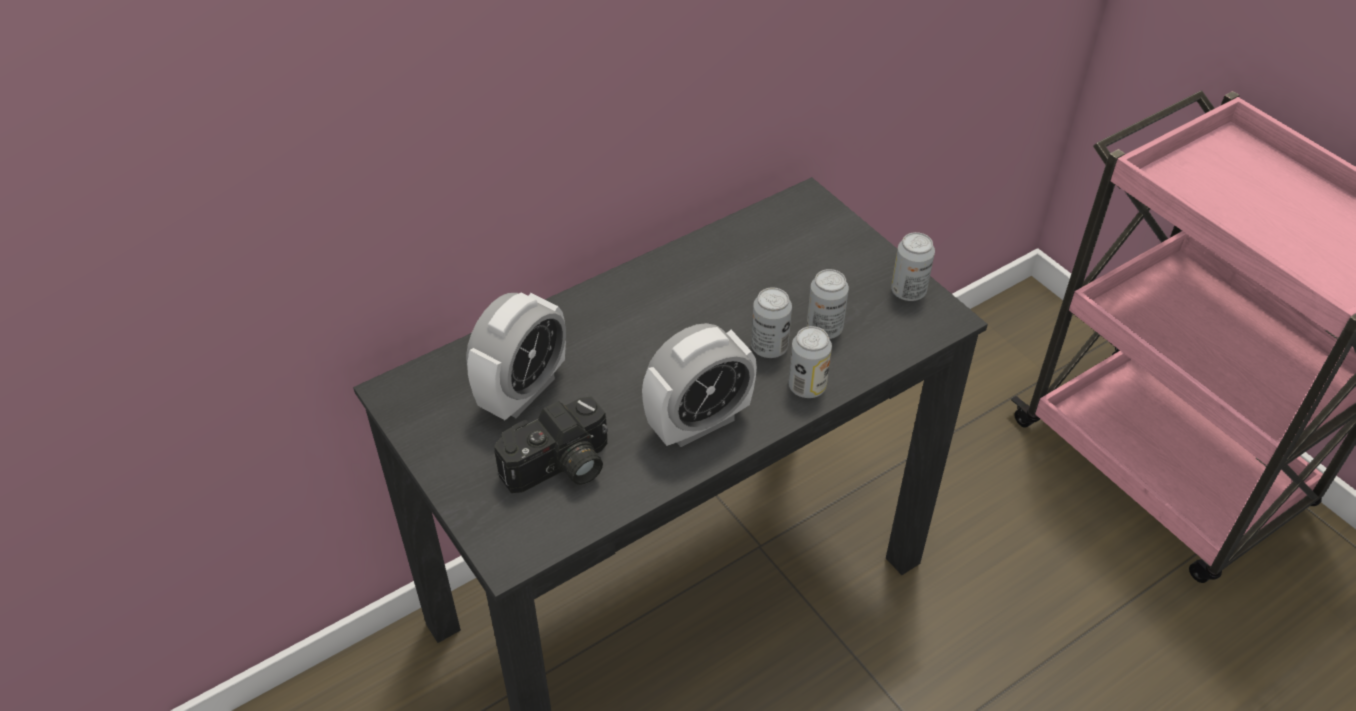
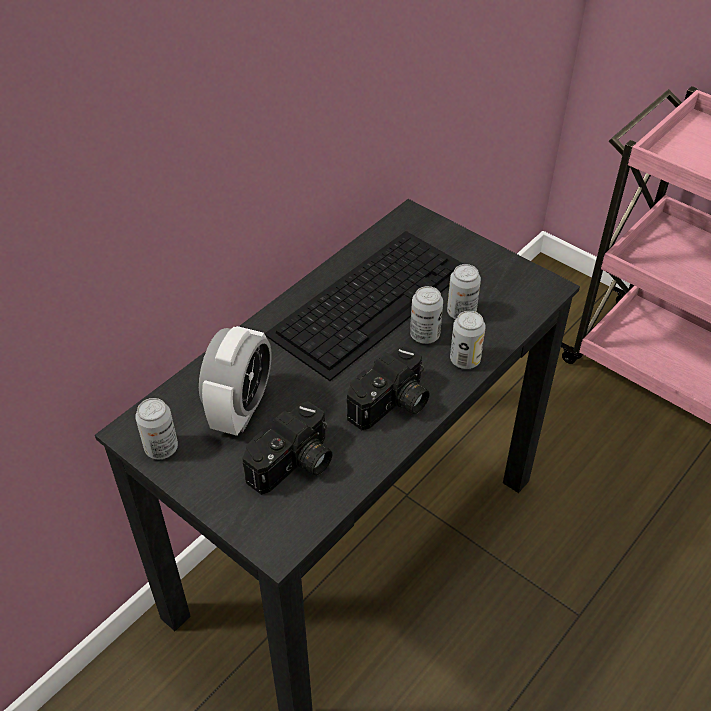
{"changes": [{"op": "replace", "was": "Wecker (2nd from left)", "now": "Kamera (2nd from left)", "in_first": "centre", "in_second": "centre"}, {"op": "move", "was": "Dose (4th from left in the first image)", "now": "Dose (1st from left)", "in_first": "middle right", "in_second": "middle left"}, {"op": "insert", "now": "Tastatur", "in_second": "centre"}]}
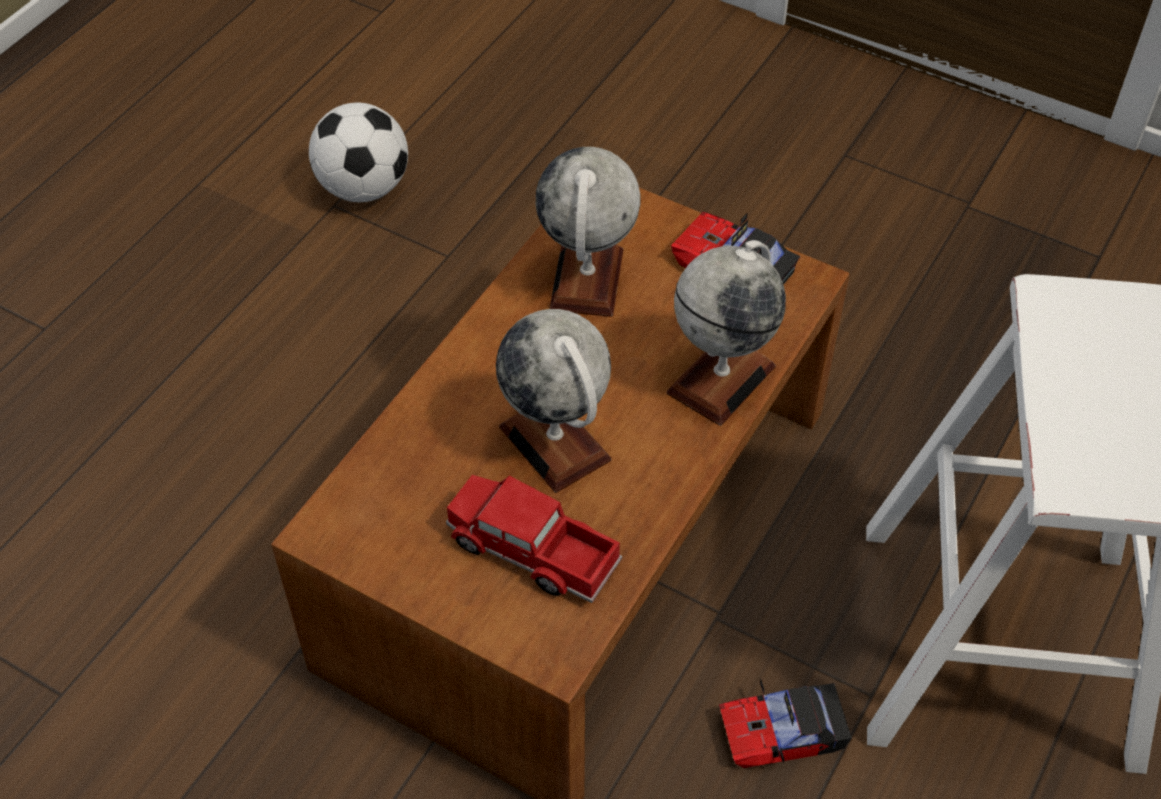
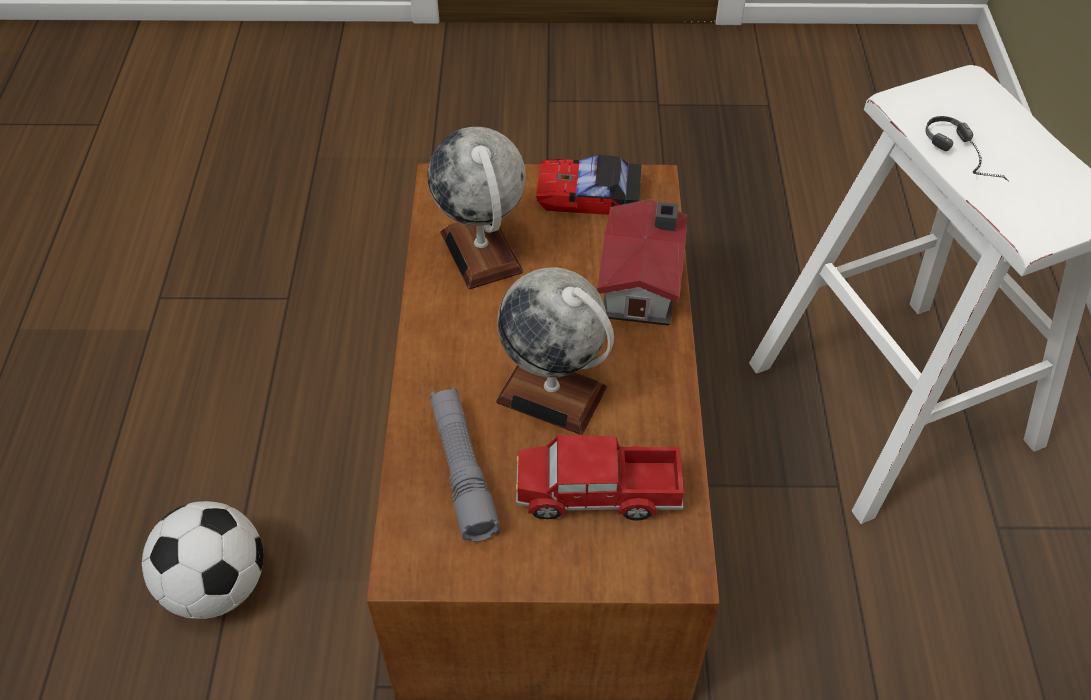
{"changes": [{"op": "move", "was": "Fußball", "in_first": "top left", "in_second": "bottom left"}, {"op": "replace", "was": "Globus (3rd from left)", "now": "Spielzeughaus", "in_first": "centre", "in_second": "centre"}, {"op": "delete", "was": "Spielzeugauto (2nd from left)", "in_first": "bottom right"}, {"op": "insert", "now": "Taschenlampe [grau]", "in_second": "centre"}, {"op": "insert", "now": "Kopfhörer", "in_second": "top right"}]}
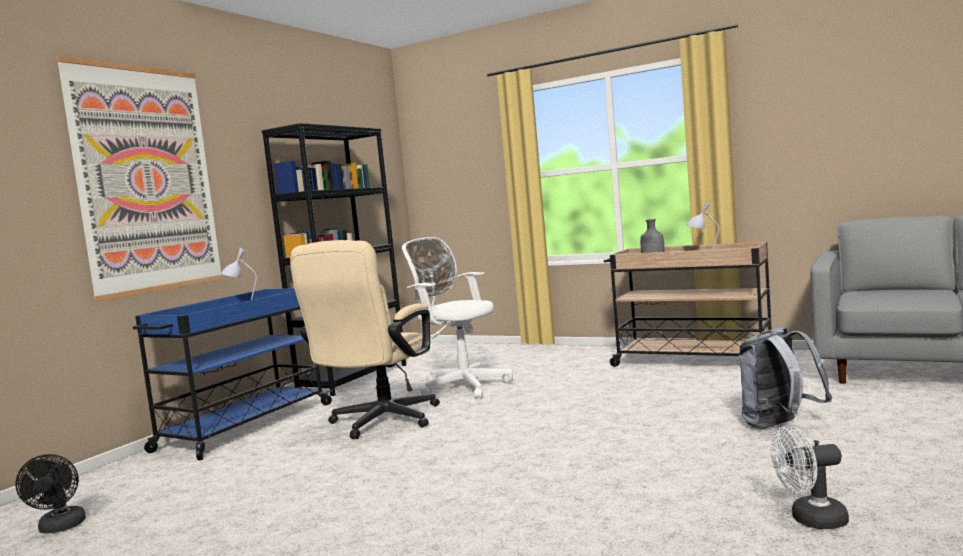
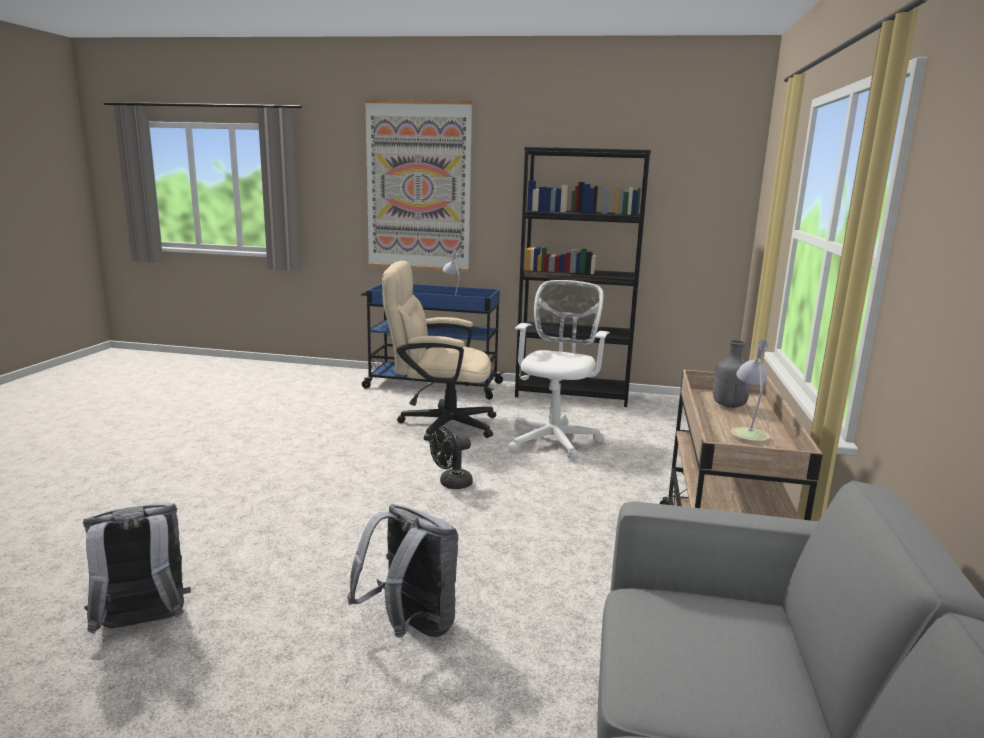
{"changes": [{"op": "move", "was": "Ventilator [schwarz]", "in_first": "bottom left", "in_second": "centre"}, {"op": "replace", "was": "Ventilator [weiß]", "now": "Rucksack [grau] (1st from left)", "in_first": "bottom right", "in_second": "bottom left"}]}
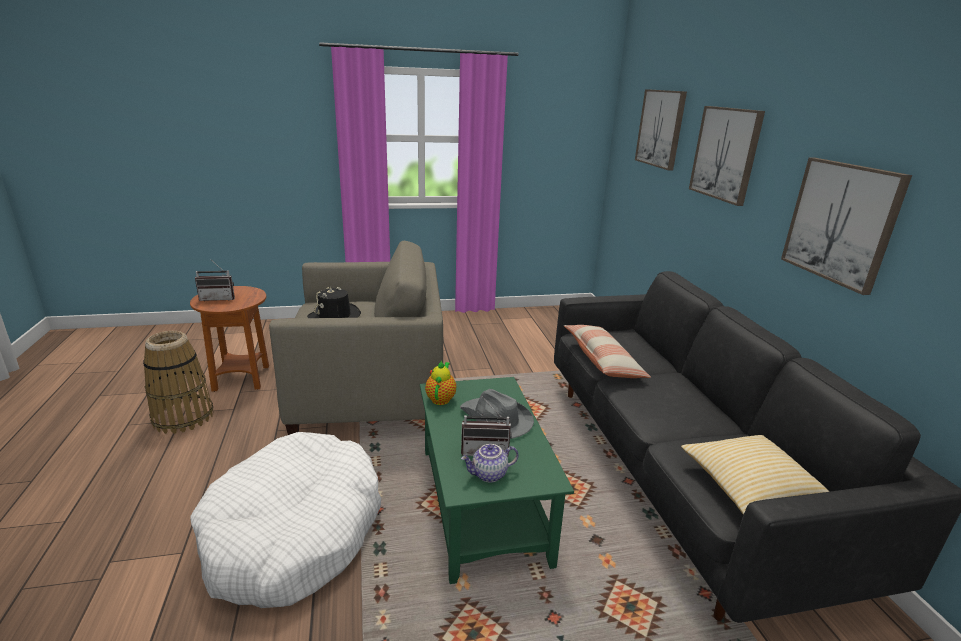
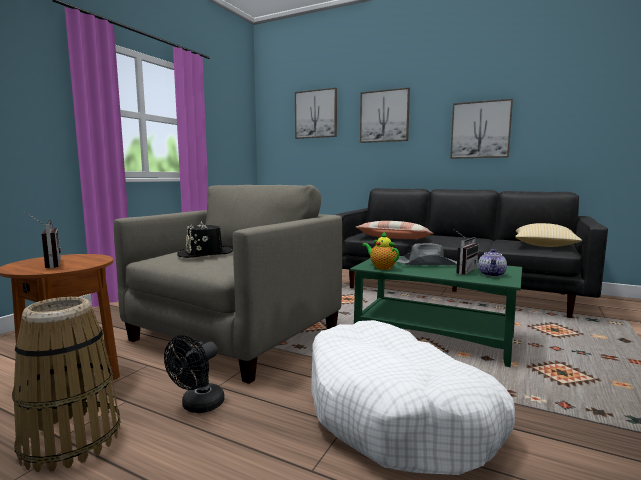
{"changes": [{"op": "rotate", "was": "Radio (1st from left)", "in_first": "middle left", "in_second": "middle left", "clockwise": -60}, {"op": "insert", "now": "Ventilator [schwarz]", "in_second": "bottom left"}]}
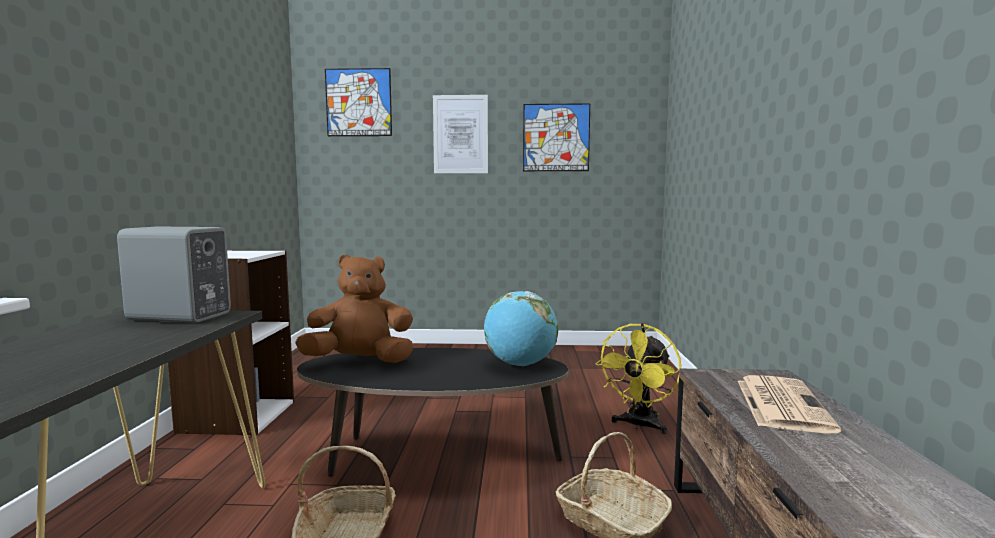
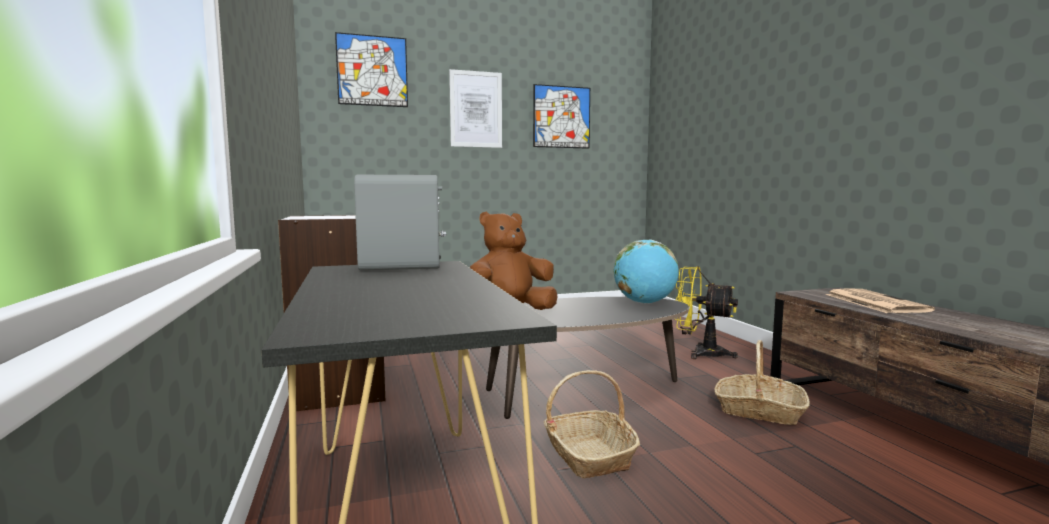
{"changes": [{"op": "rotate", "was": "Ventilator [gelb]", "in_first": "bottom centre", "in_second": "middle right", "clockwise": 105}]}
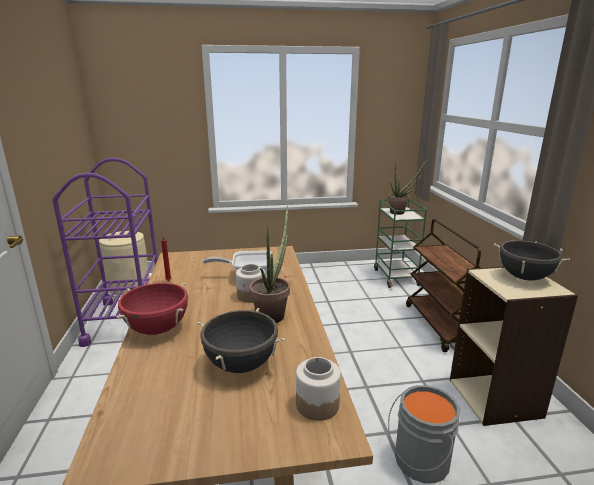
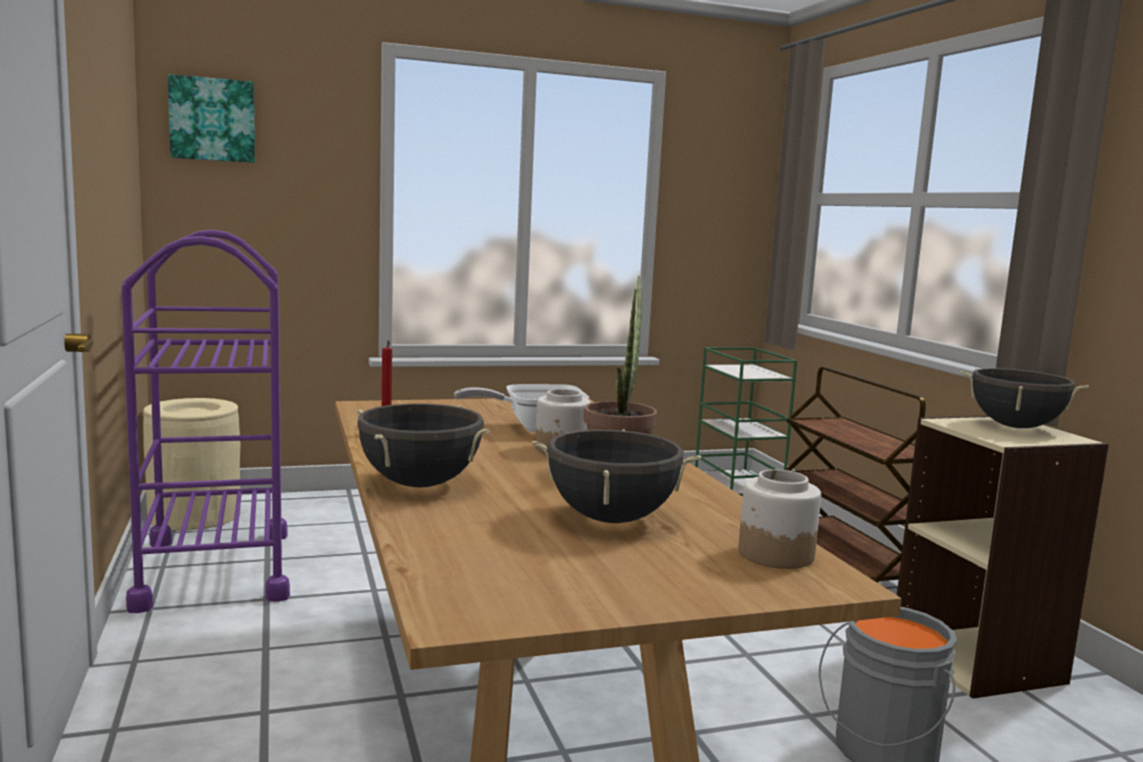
{"changes": [{"op": "recolor", "was": "Kochtopf [rot]", "now": "Kochtopf [schwarz] (1st from left)", "in_first": "middle left", "in_second": "centre"}, {"op": "delete", "was": "Topfpflanze (2nd from left)", "in_first": "middle right"}, {"op": "insert", "now": "Bild", "in_second": "top left"}]}
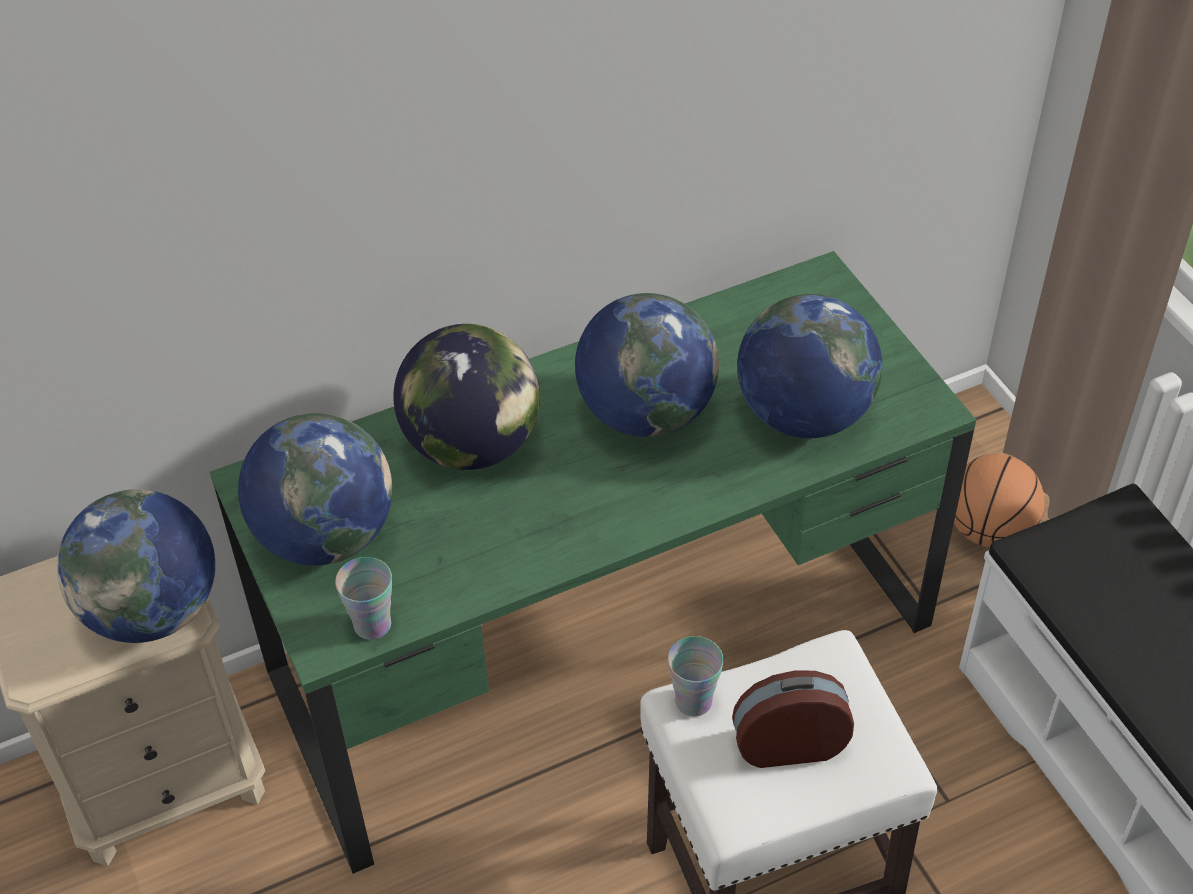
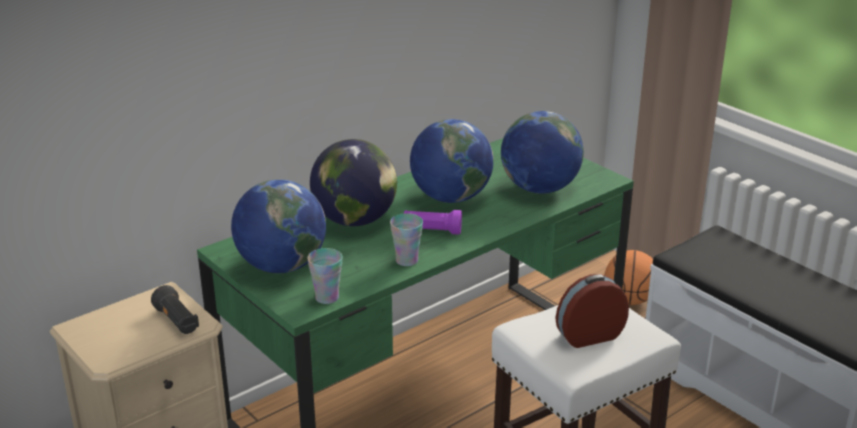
{"changes": [{"op": "replace", "was": "Globus (1st from left)", "now": "Taschenlampe [schwarz]", "in_first": "middle left", "in_second": "bottom left"}, {"op": "move", "was": "Tasse (2nd from left)", "in_first": "bottom centre", "in_second": "centre"}, {"op": "insert", "now": "Taschenlampe [lila]", "in_second": "centre"}]}
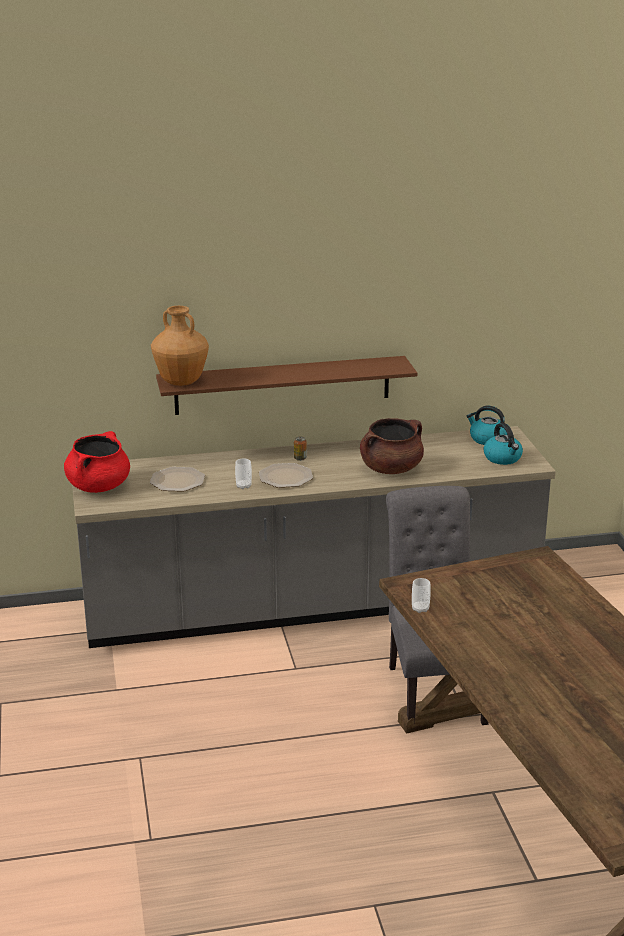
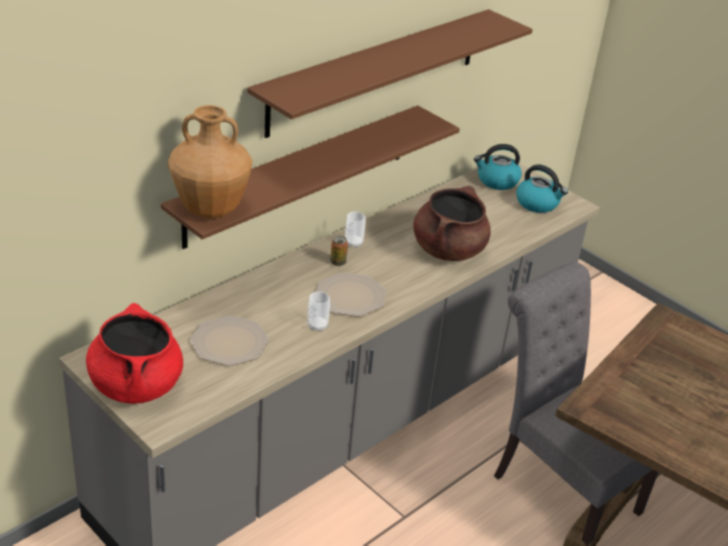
{"changes": [{"op": "move", "was": "Tasse (2nd from left)", "in_first": "middle right", "in_second": "centre"}, {"op": "insert", "now": "Wandregal [braun] (2nd from left)", "in_second": "top centre"}]}
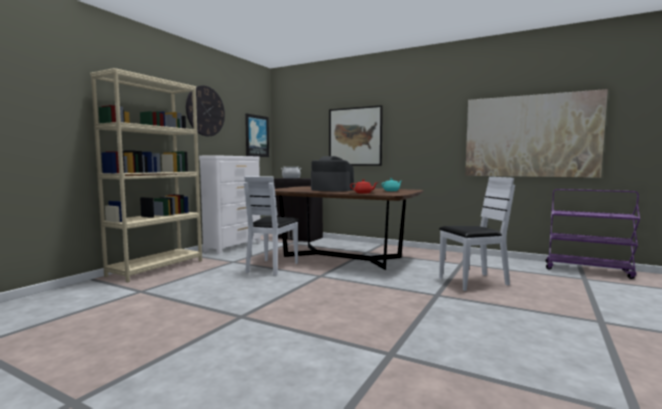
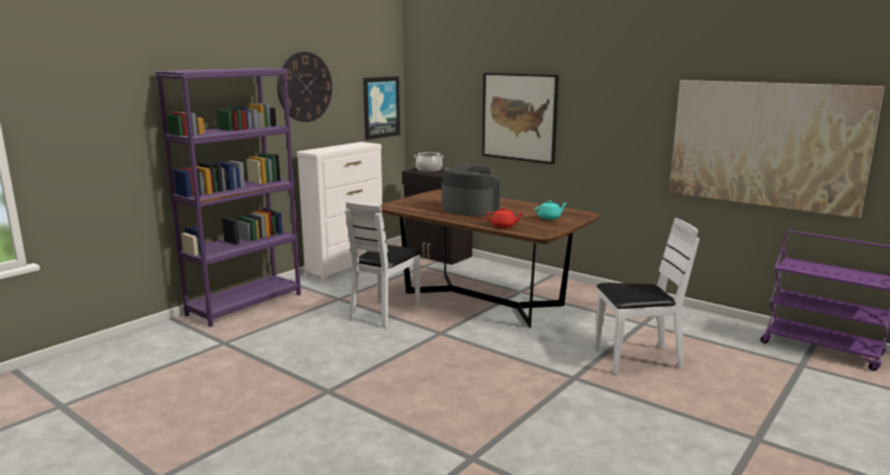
{"changes": [{"op": "recolor", "was": "Bücherregal [beige]", "now": "Bücherregal [lila]", "in_first": "middle left", "in_second": "middle left"}]}
